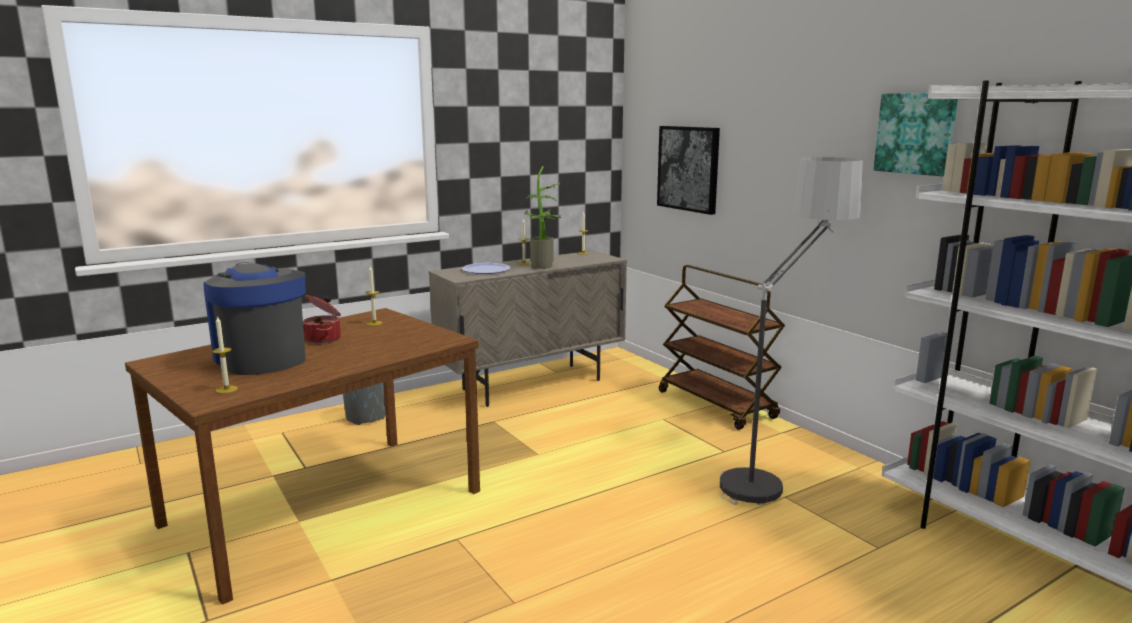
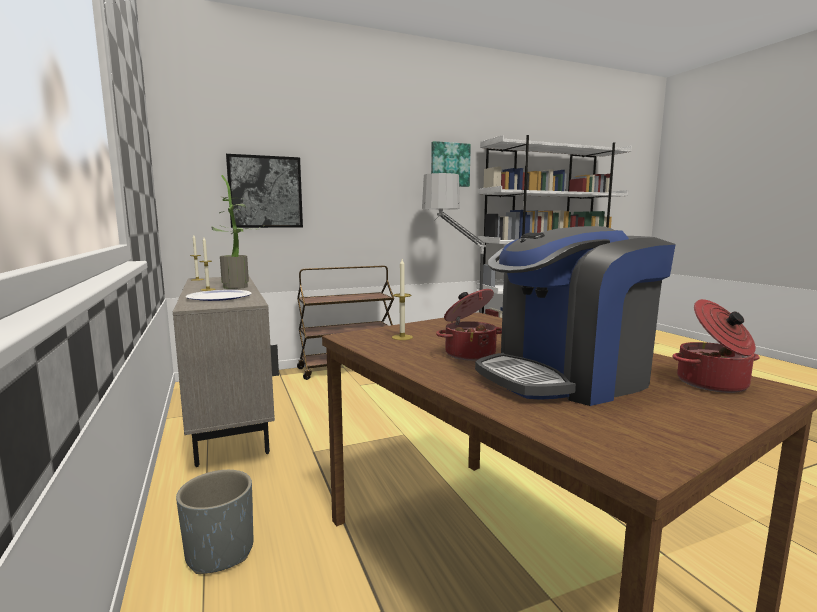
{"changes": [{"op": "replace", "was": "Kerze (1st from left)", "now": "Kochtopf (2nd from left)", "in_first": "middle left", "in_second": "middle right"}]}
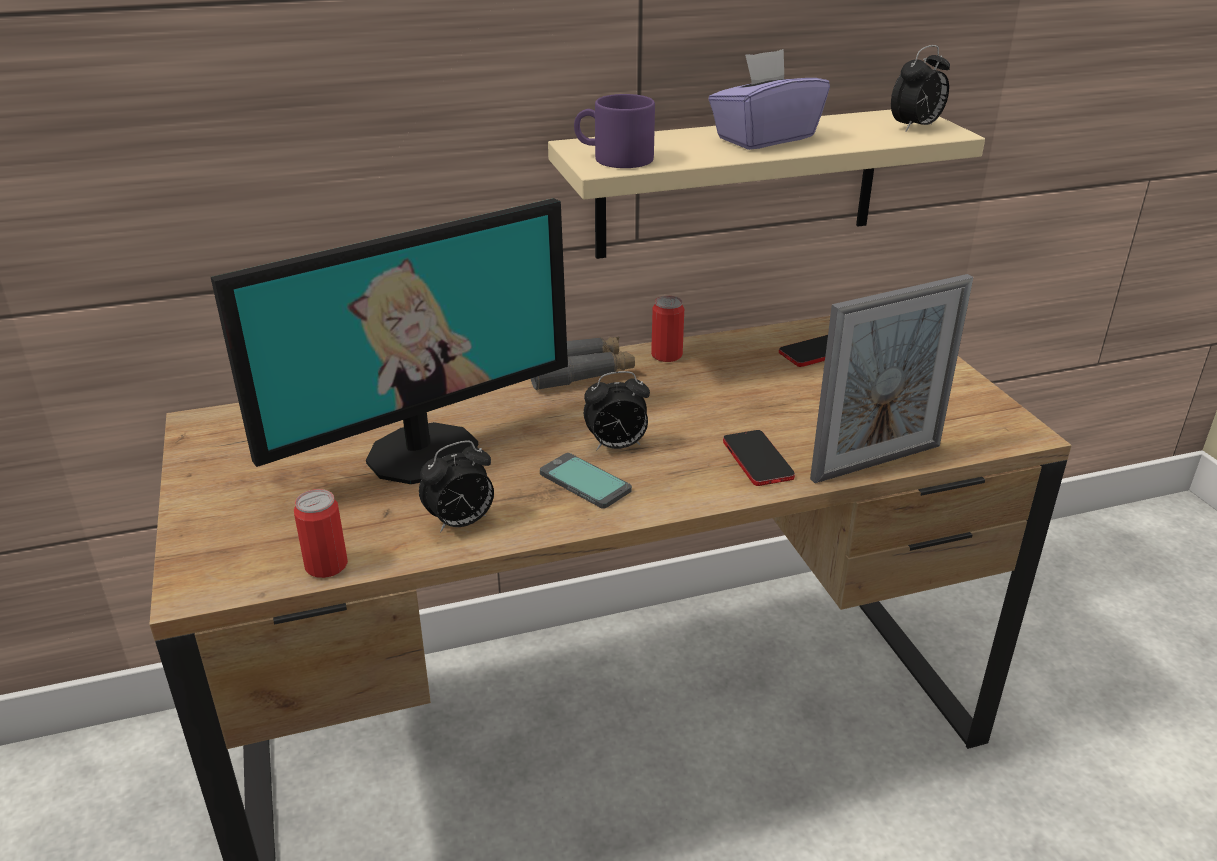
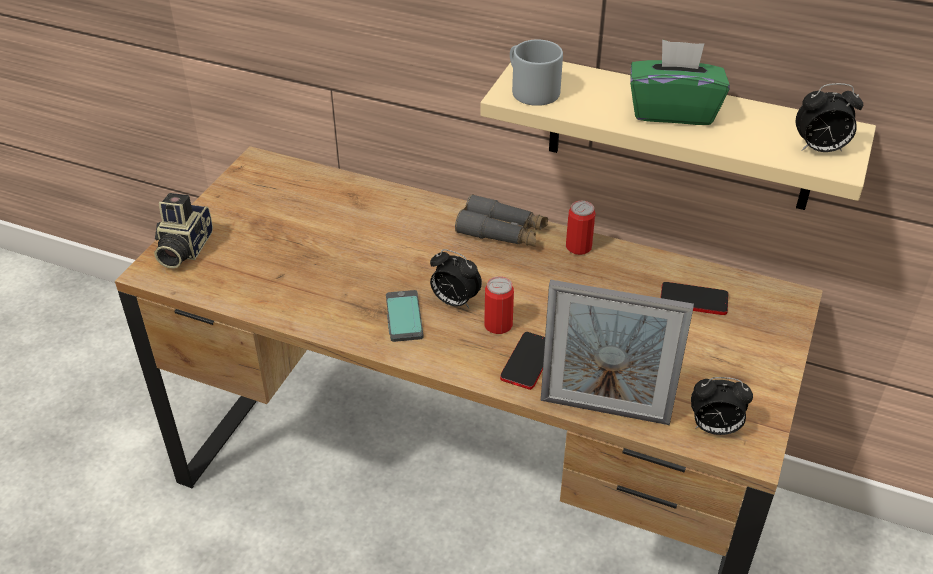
{"changes": [{"op": "delete", "was": "Monitor", "in_first": "middle left"}, {"op": "move", "was": "Dose (1st from left)", "in_first": "middle left", "in_second": "centre"}, {"op": "move", "was": "Wecker (1st from left in the first image)", "now": "Wecker (2nd from left)", "in_first": "centre", "in_second": "bottom right"}, {"op": "recolor", "was": "Henkelbecher [lila]", "now": "Henkelbecher [grau]", "in_first": "top centre", "in_second": "top centre"}, {"op": "recolor", "was": "Taschentuchbox [lila]", "now": "Taschentuchbox [grün]", "in_first": "top centre", "in_second": "top right"}, {"op": "insert", "now": "Kamera", "in_second": "middle left"}]}
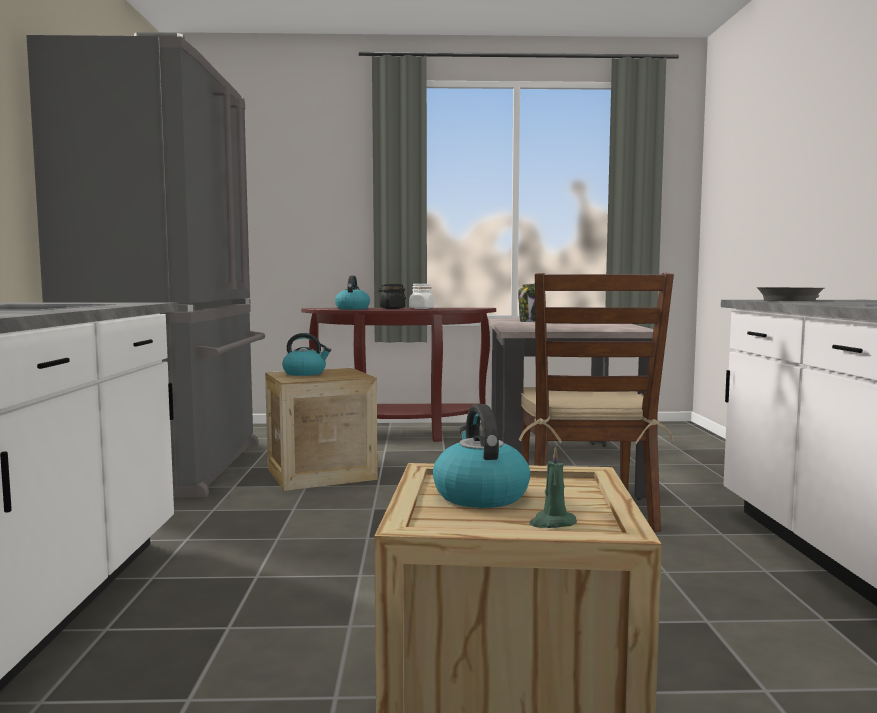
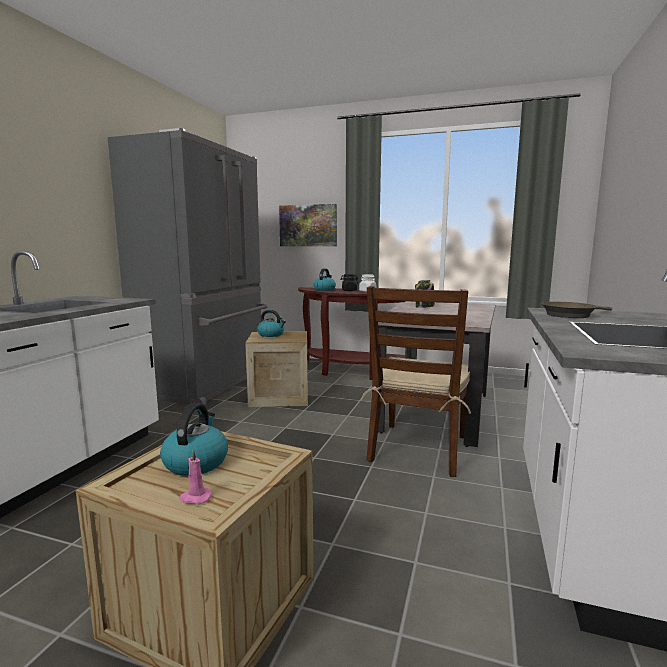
{"changes": [{"op": "recolor", "was": "Kerze [grün]", "now": "Kerze [rosa]", "in_first": "bottom centre", "in_second": "bottom left"}, {"op": "insert", "now": "Bild", "in_second": "centre"}]}
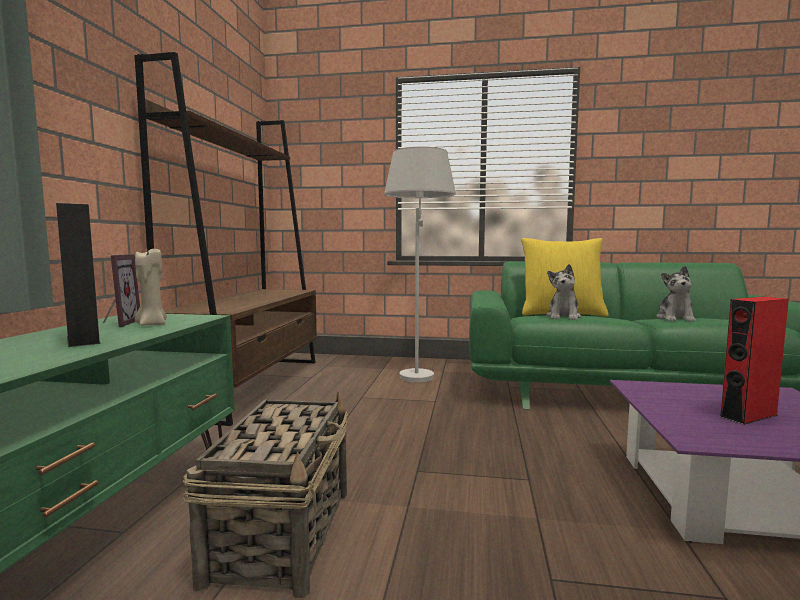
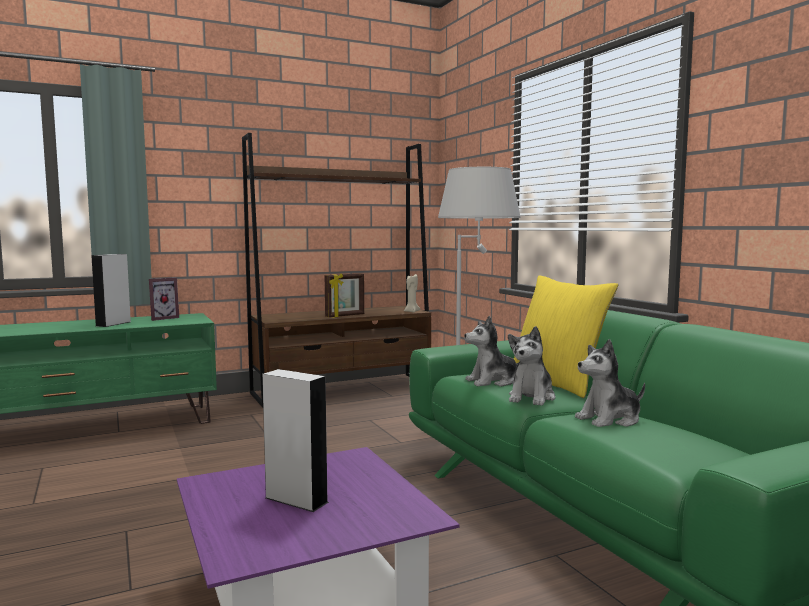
{"changes": [{"op": "move", "was": "Kerze [beige]", "in_first": "middle left", "in_second": "centre"}, {"op": "delete", "was": "Korb", "in_first": "bottom left"}, {"op": "recolor", "was": "Lautsprecher [rot]", "now": "Lautsprecher [grau] (2nd from left)", "in_first": "middle right", "in_second": "bottom centre"}, {"op": "insert", "now": "Bilderrahmen (2nd from left)", "in_second": "centre"}, {"op": "insert", "now": "Plüschtier (2nd from left)", "in_second": "centre"}]}
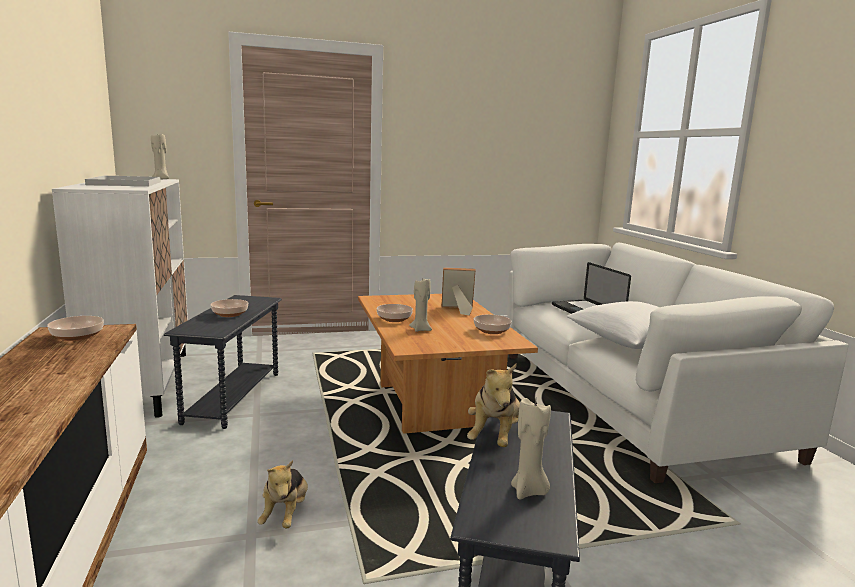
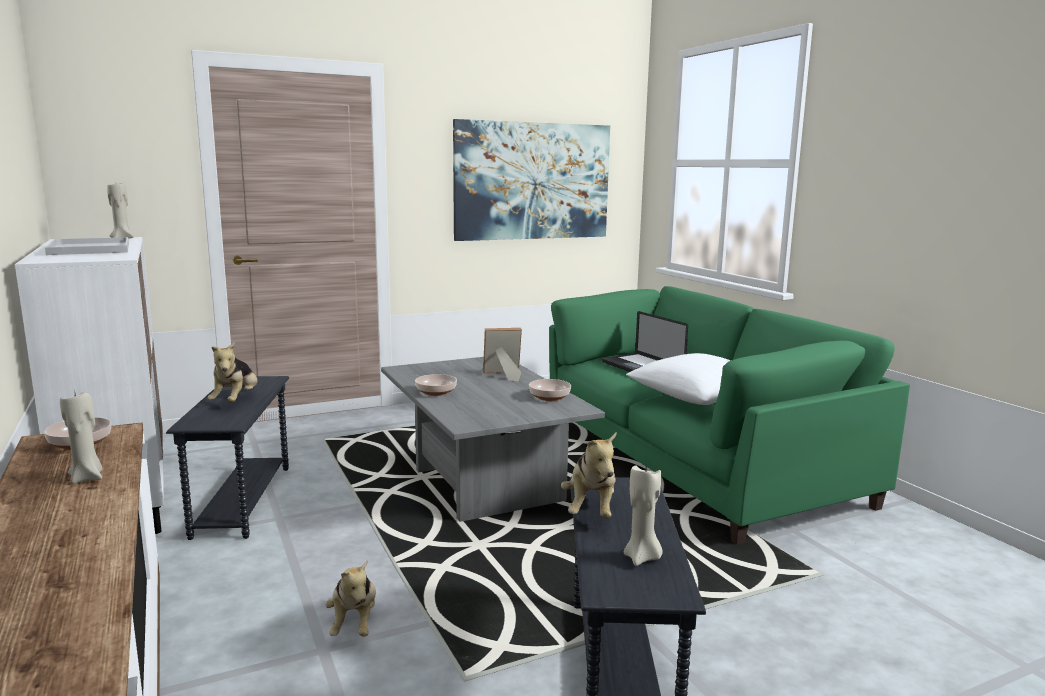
{"changes": [{"op": "replace", "was": "Schüssel (2nd from left)", "now": "Plüschtier (1st from left)", "in_first": "middle left", "in_second": "middle left"}, {"op": "recolor", "was": "Couchtisch [braun]", "now": "Couchtisch [grau]", "in_first": "centre", "in_second": "centre"}, {"op": "move", "was": "Kerze [beige] (2nd from left in the first image)", "now": "Kerze [beige] (1st from left)", "in_first": "centre", "in_second": "middle left"}, {"op": "recolor", "was": "Sofa [weiß]", "now": "Sofa [grün]", "in_first": "middle right", "in_second": "middle right"}, {"op": "insert", "now": "Bild", "in_second": "top centre"}]}
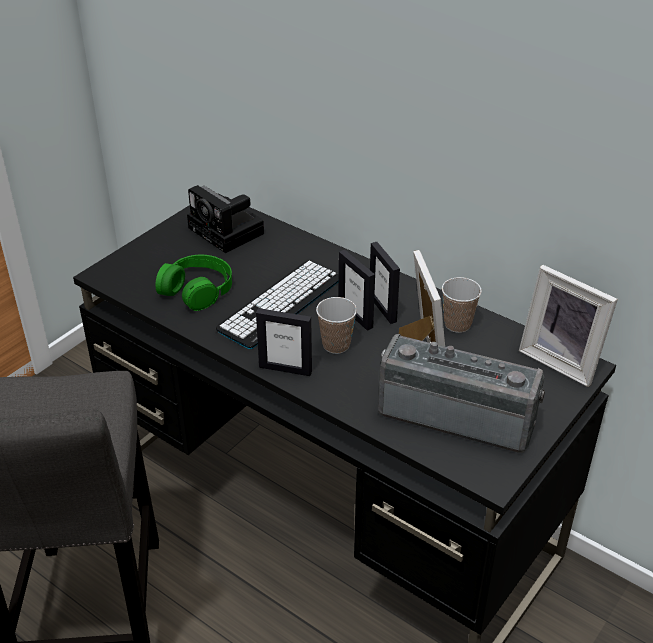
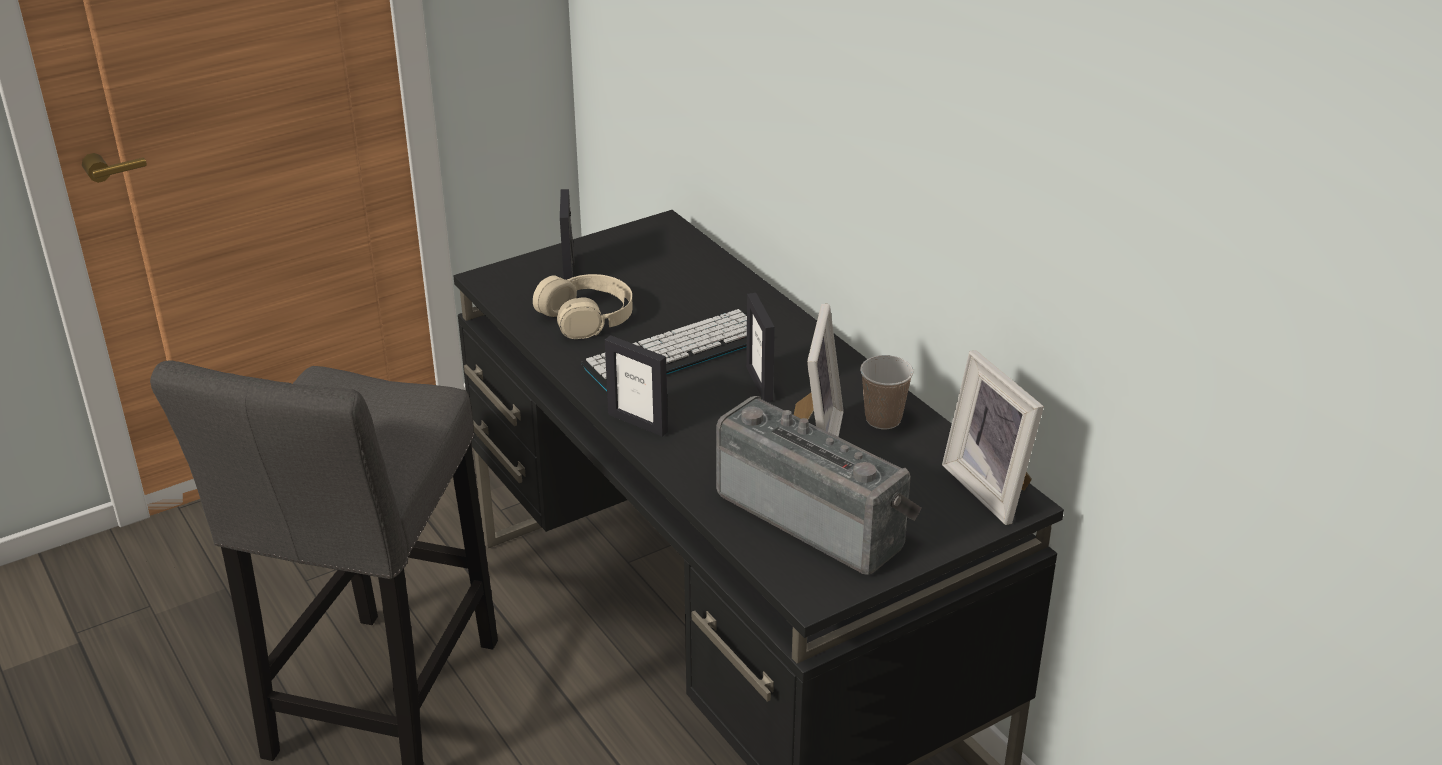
{"changes": [{"op": "recolor", "was": "Kopfhörer [grün]", "now": "Kopfhörer [beige]", "in_first": "middle left", "in_second": "centre"}, {"op": "delete", "was": "Kamera", "in_first": "centre"}, {"op": "delete", "was": "Tasse (1st from left)", "in_first": "centre"}, {"op": "move", "was": "Bilderrahmen (3rd from left in the first image)", "now": "Bilderrahmen (1st from left)", "in_first": "centre", "in_second": "top centre"}]}
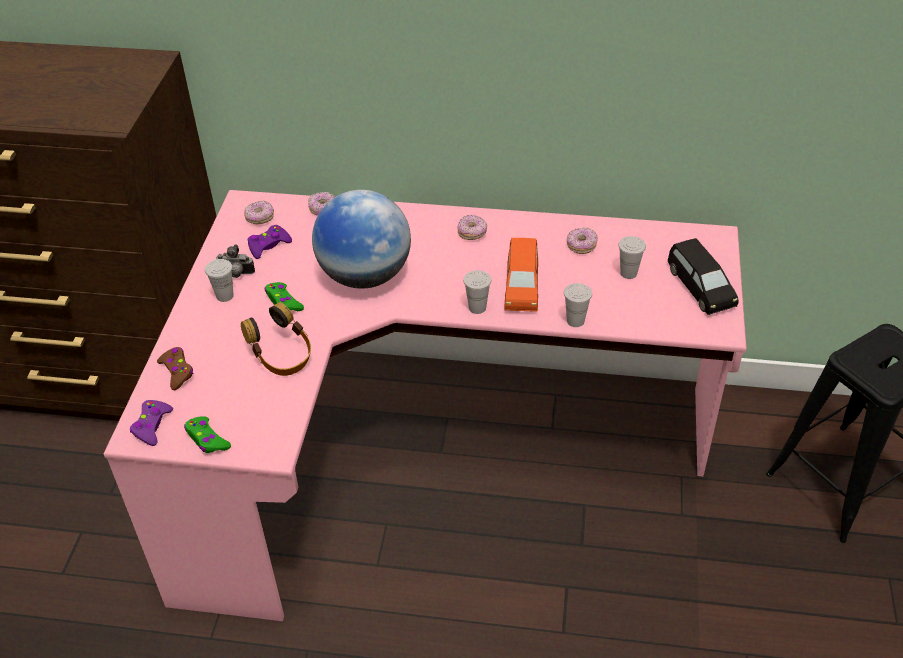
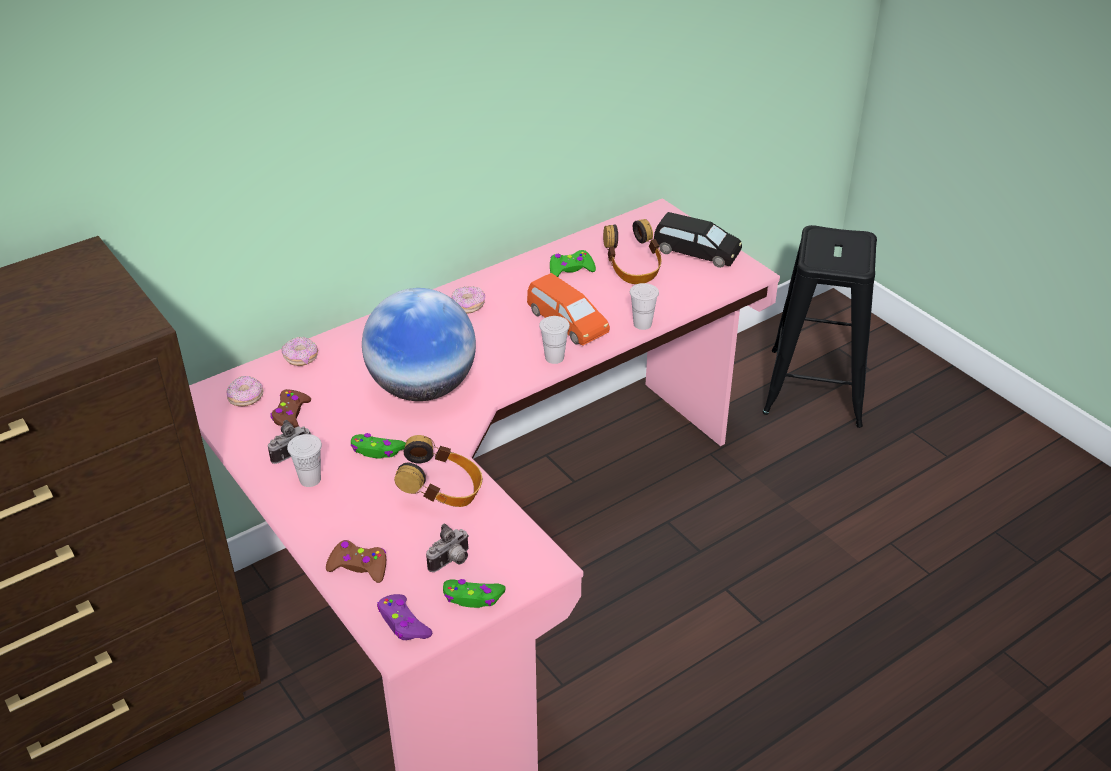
{"changes": [{"op": "recolor", "was": "Gamepad [lila] (2nd from left)", "now": "Gamepad [braun] (1st from left)", "in_first": "middle left", "in_second": "middle left"}, {"op": "replace", "was": "Donut (4th from left)", "now": "Gamepad [grün] (3rd from left)", "in_first": "centre", "in_second": "centre"}, {"op": "replace", "was": "Tasse [weiß] (4th from left)", "now": "Kopfhörer (2nd from left)", "in_first": "middle right", "in_second": "top centre"}, {"op": "insert", "now": "Kamera (2nd from left)", "in_second": "bottom centre"}]}
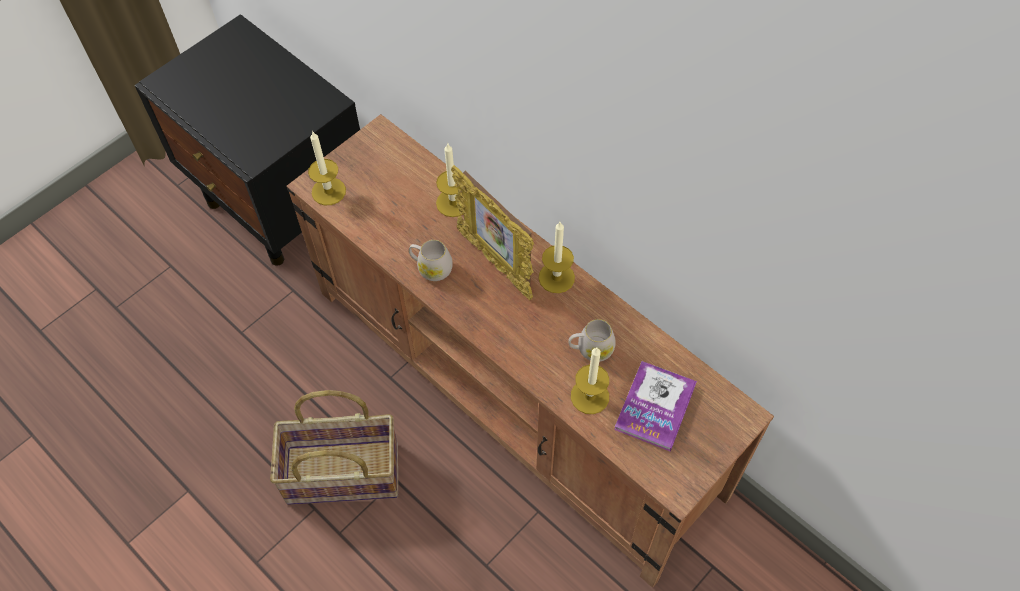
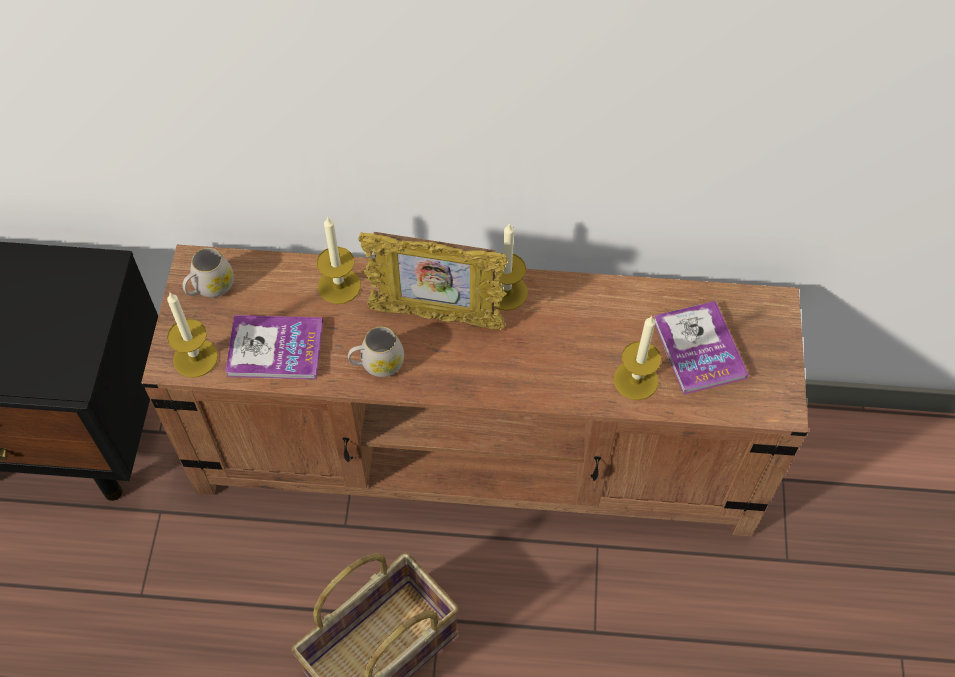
{"changes": [{"op": "move", "was": "Henkelbecher [weiß] (2nd from left in the first image)", "now": "Henkelbecher [weiß] (1st from left)", "in_first": "centre", "in_second": "middle left"}, {"op": "insert", "now": "Buch (1st from left)", "in_second": "middle left"}]}
